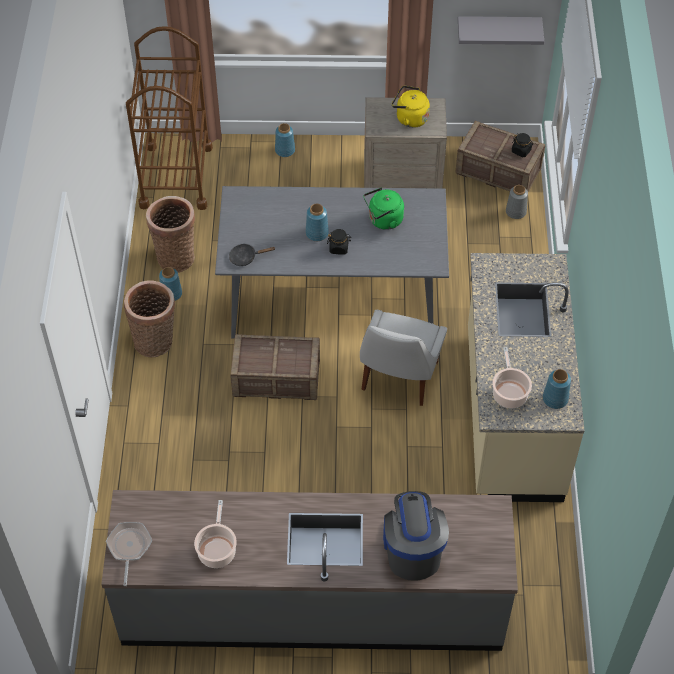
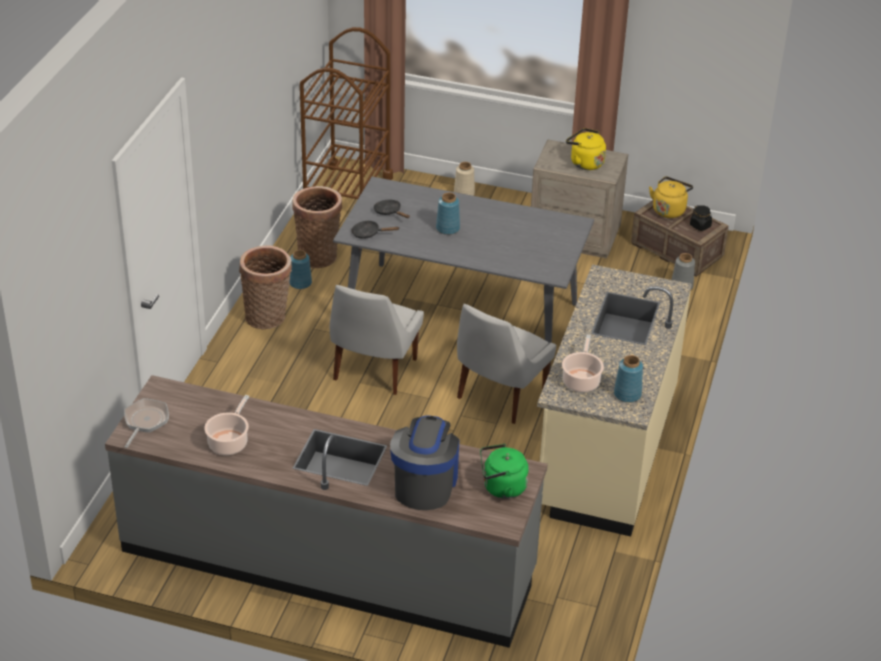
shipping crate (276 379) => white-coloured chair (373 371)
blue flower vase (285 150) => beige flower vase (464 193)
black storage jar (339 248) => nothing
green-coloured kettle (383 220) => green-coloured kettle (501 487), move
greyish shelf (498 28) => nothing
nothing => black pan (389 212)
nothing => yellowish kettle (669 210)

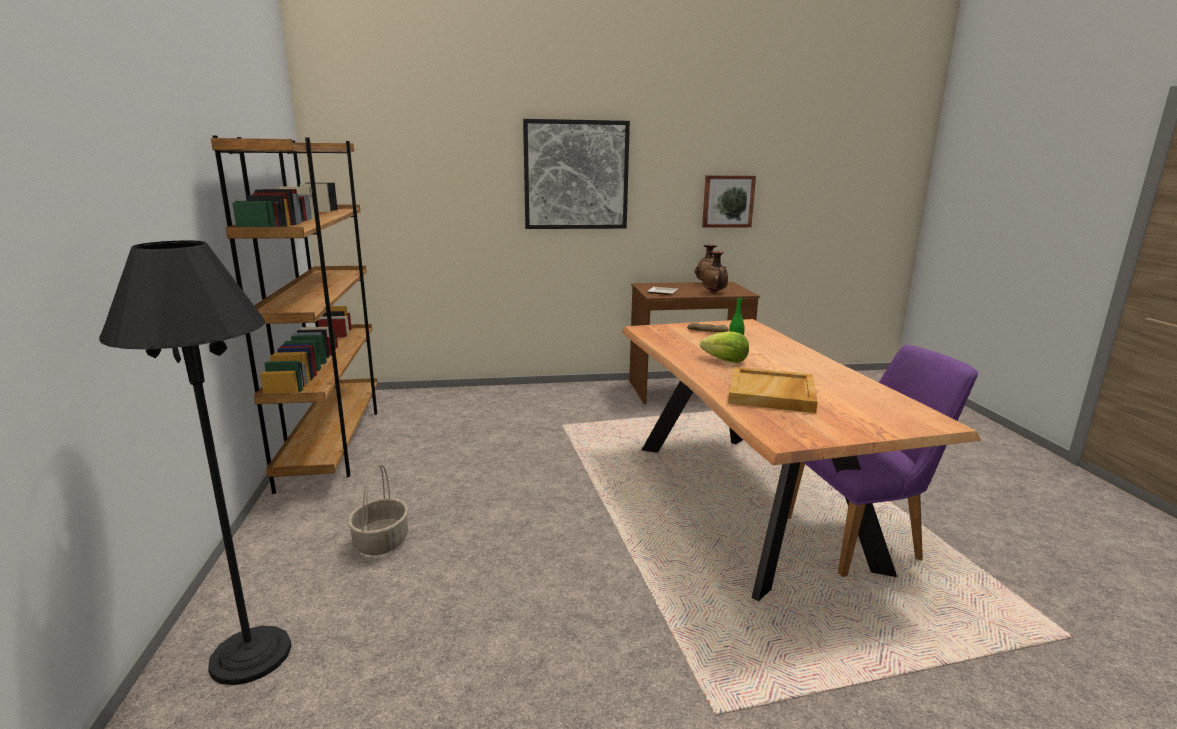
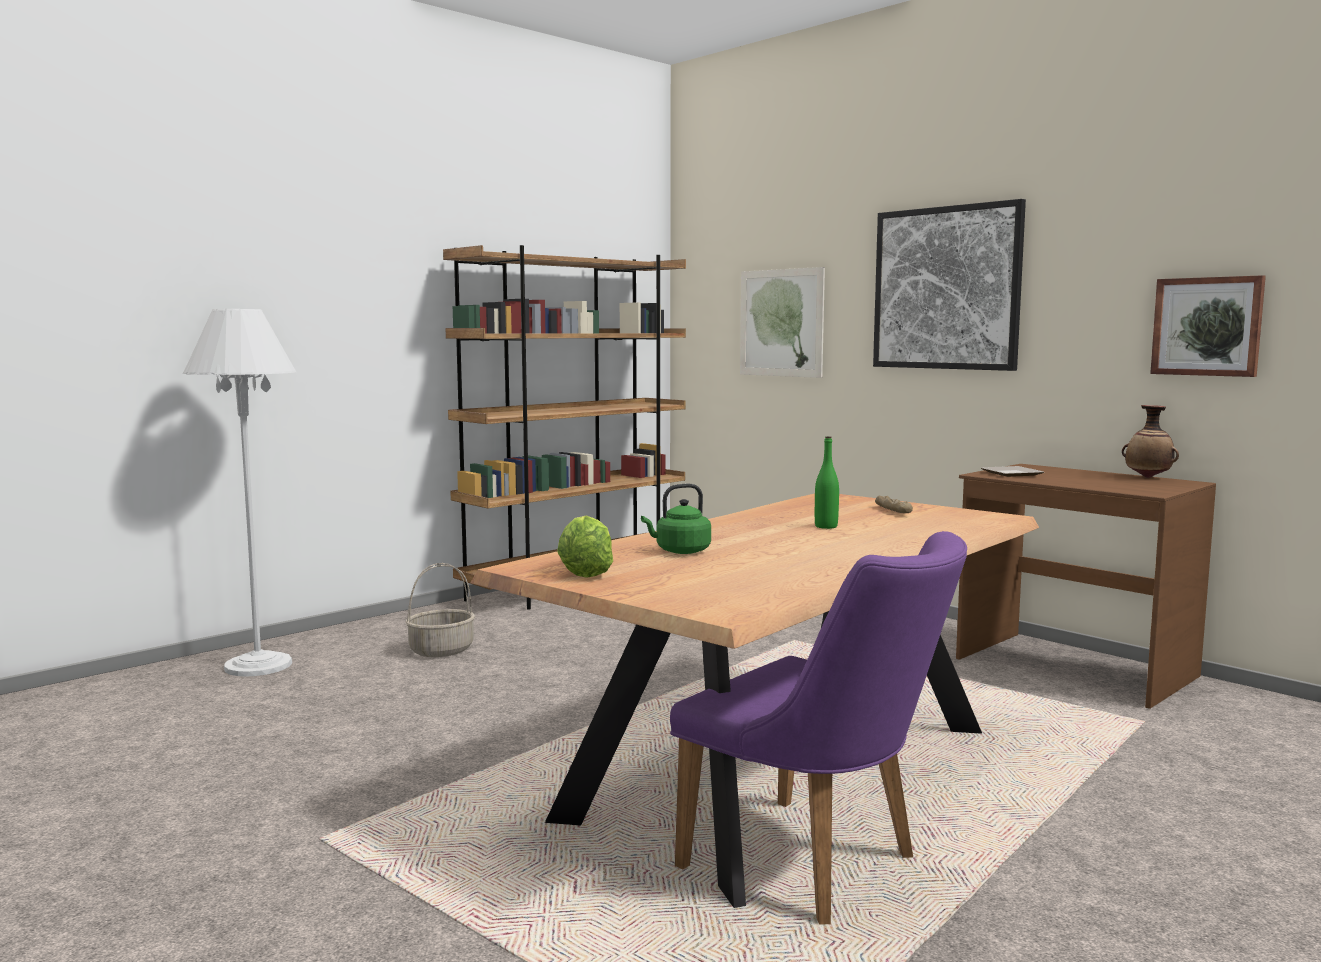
black standard lamp (250 655) => white-coloured standard lamp (258 665)
lettuce head (725 360) => lettuce head (585 572), move
flower vase (714 292) => nothing
beige tray (772 394) => green-coloured kettle (680 551)
nothing => wall art (781 323)

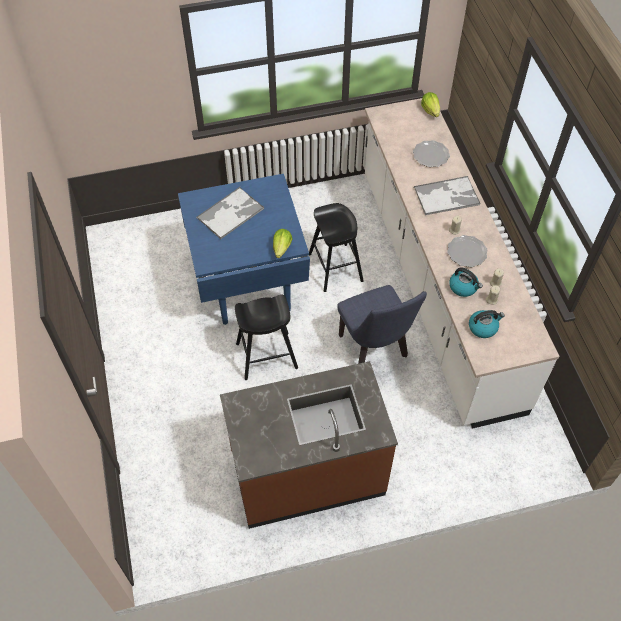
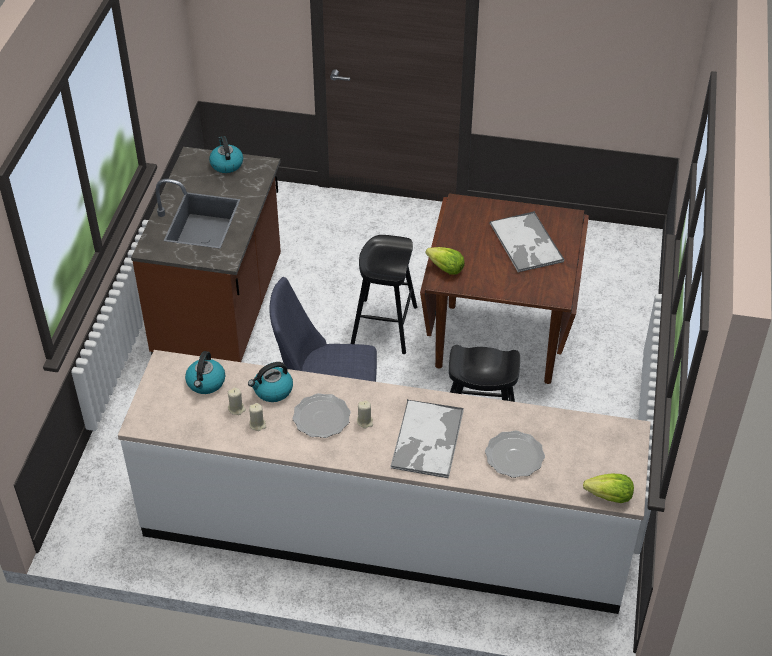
blue kitchen table (247 283) => brown-coloured kitchen table (498 342)
nothing => kettle (226 164)

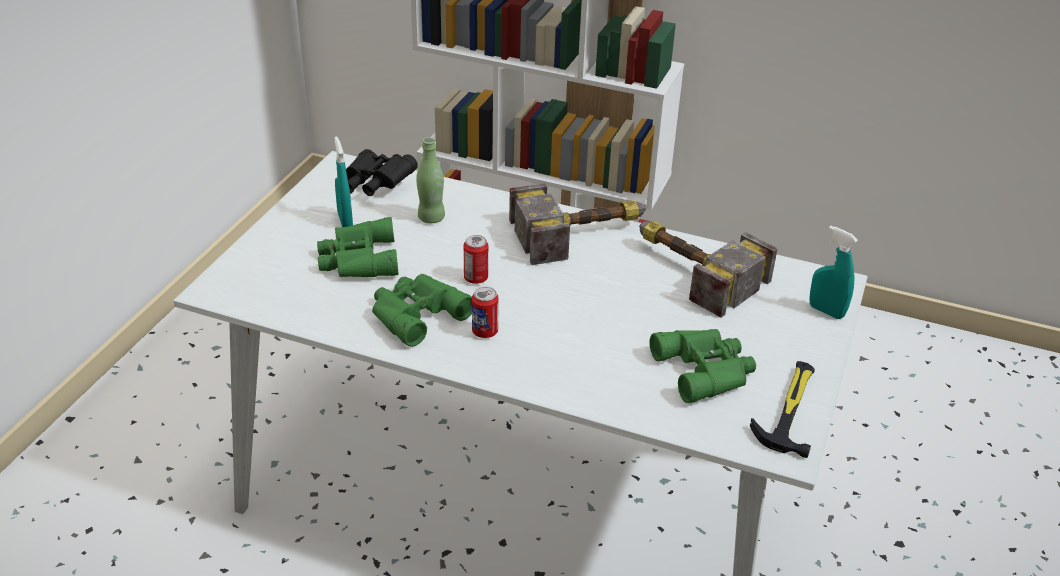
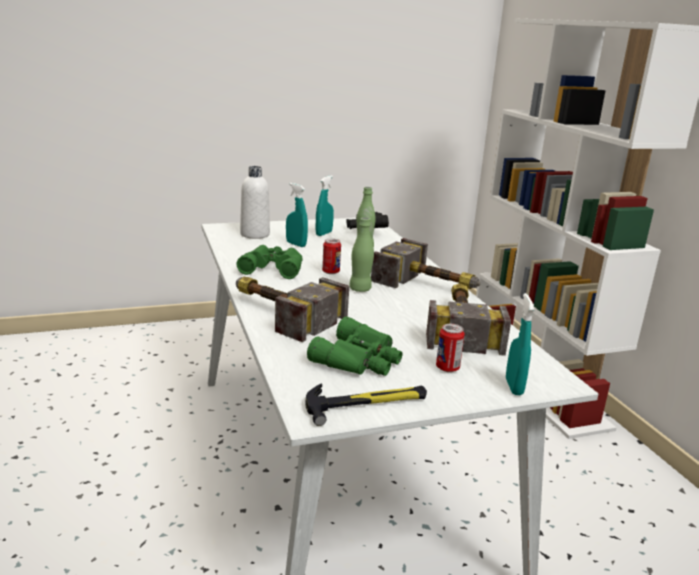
green-coloured pair of binoculars (357 259) => turquoise spray bottle (296 244)
sealed can (485 332) => sealed can (447 368), move
nothing => tool hammer (279 312)
nothing => white-coloured beverage bottle (255 234)
nothing => green-coloured beverage bottle (360 289)

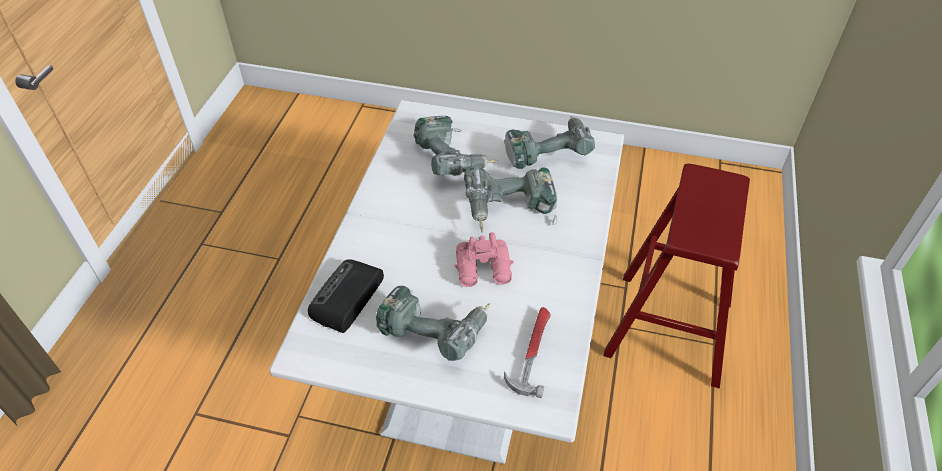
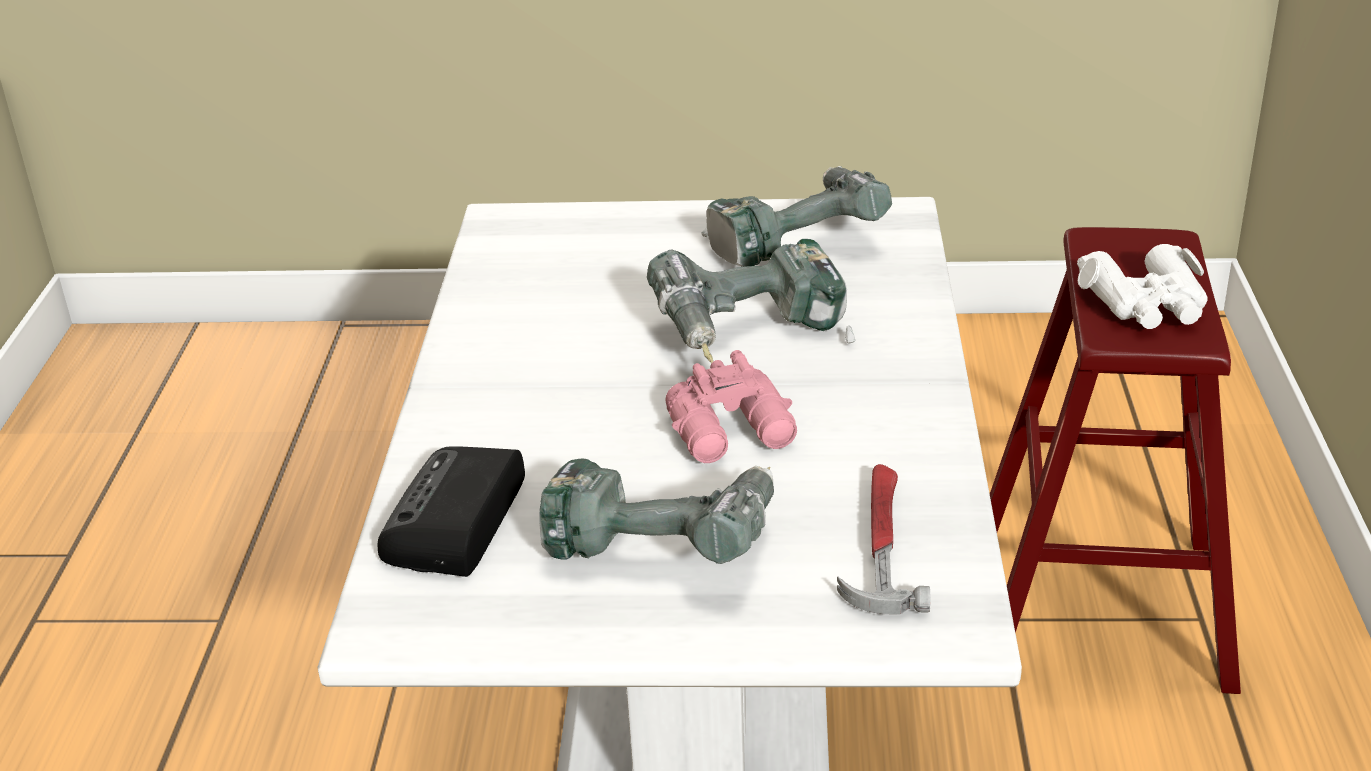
drill (452 160) => nothing
nothing => white-coloured pair of binoculars (1146 303)

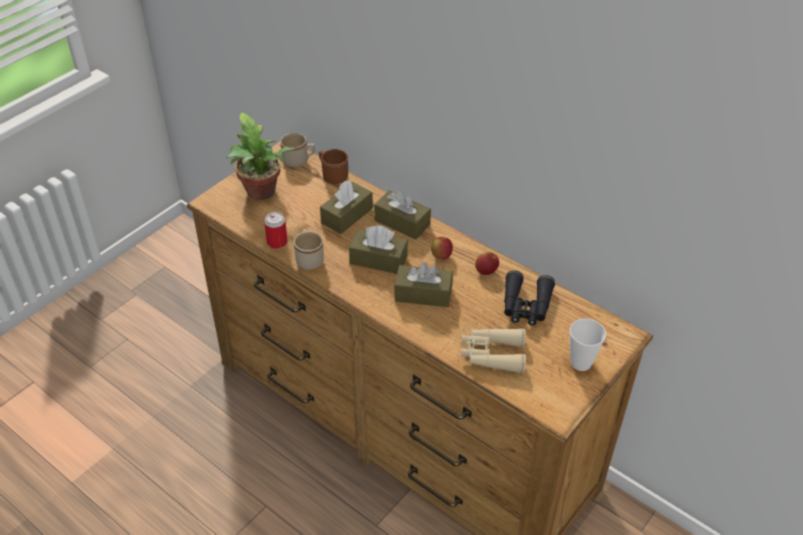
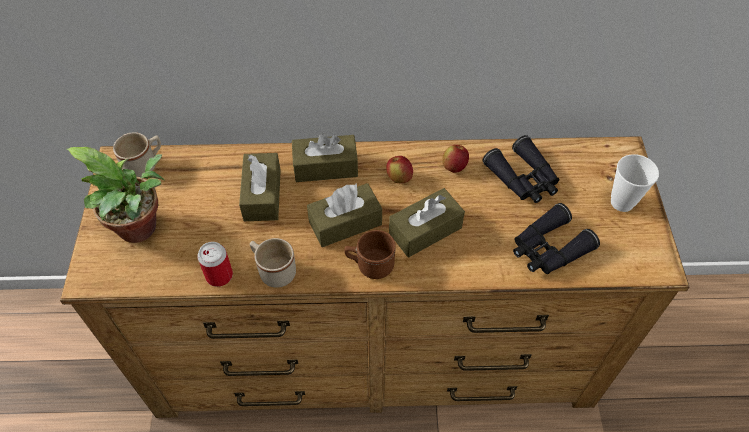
brown-coloured coffee mug (332 175) => brown-coloured coffee mug (370 265), move
beige pair of binoculars (492 354) => black pair of binoculars (548 249)

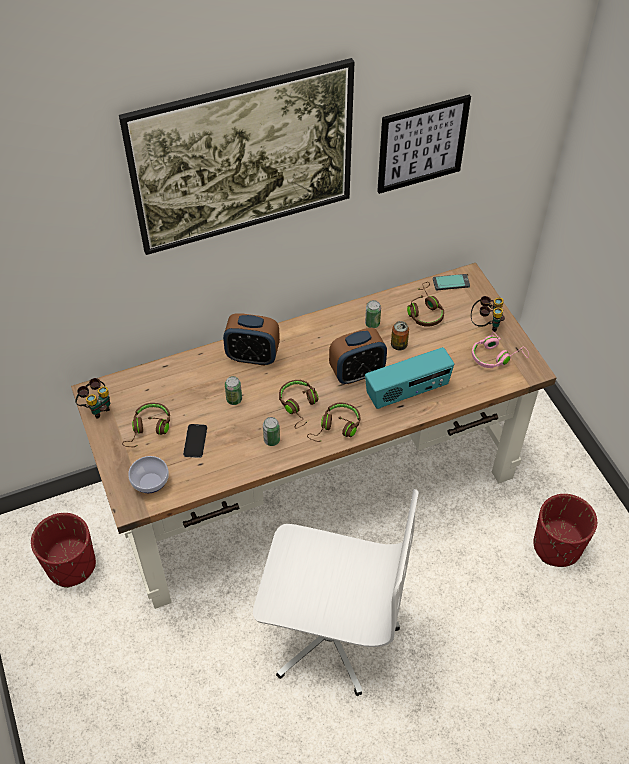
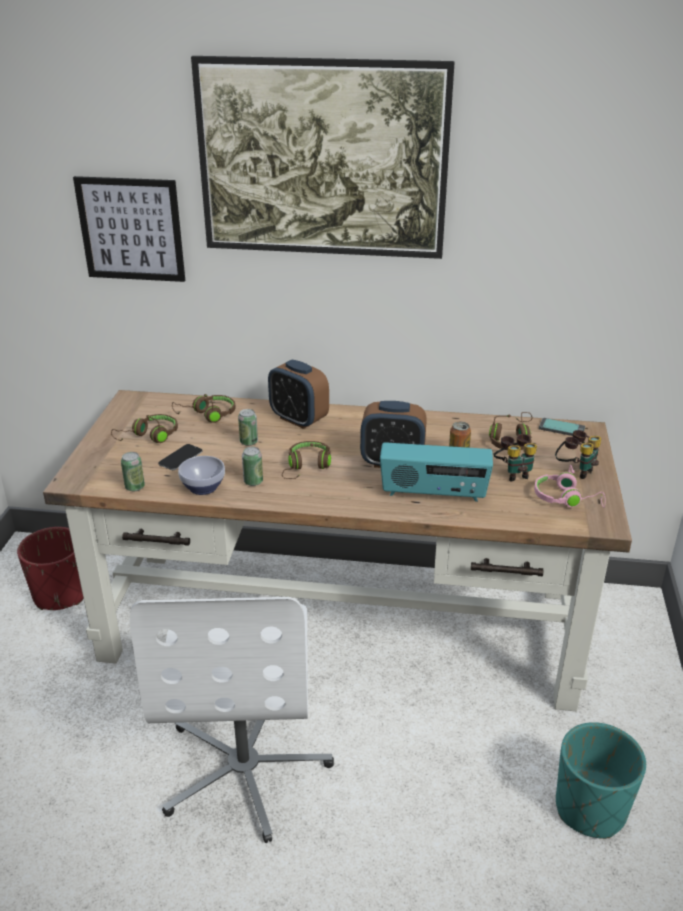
pair of binoculars (97 407) => pair of binoculars (513 473), move
bowl (150 484) => bowl (202 488), move
white-coloured desk chair (330 633) => white-coloured desk chair (245 767), 45 degrees clockwise
brown-coloured headset (336 428) => brown-coloured headset (207 415), move
sealed can (372 323) => sealed can (135 487), move
wall art (422 144) => wall art (131 229), move
red planter (557 546) => turquoise planter (590 809)

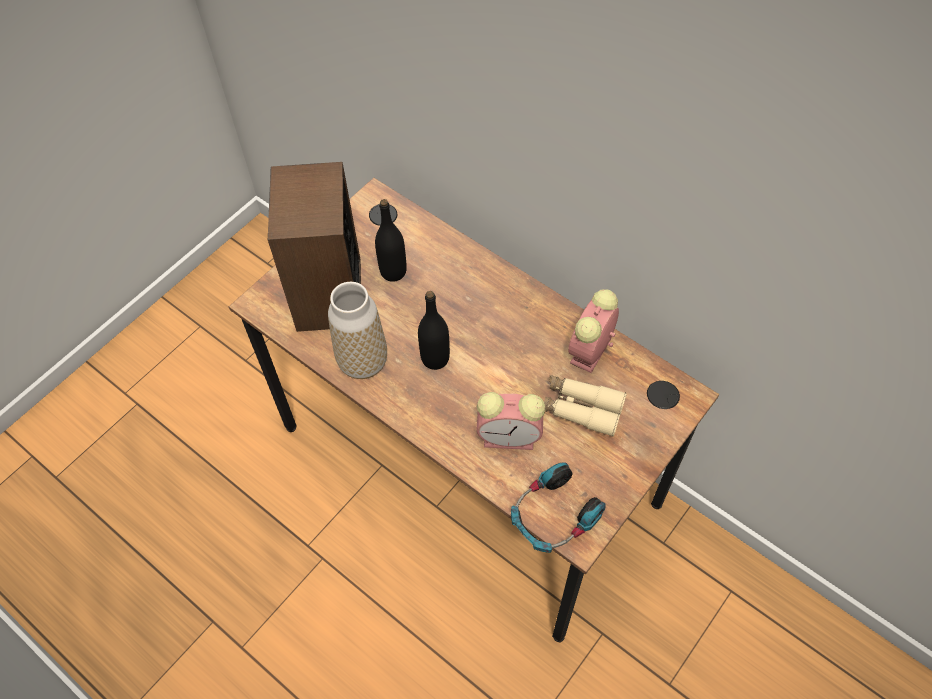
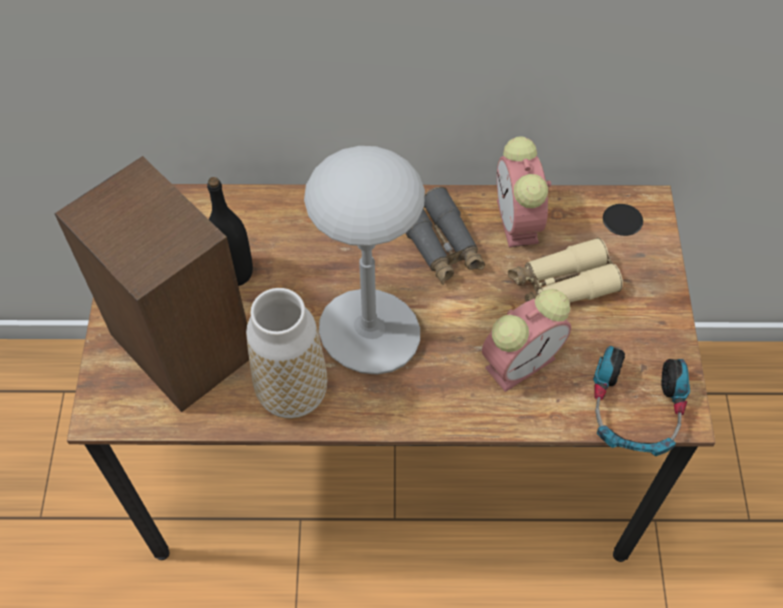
black beverage bottle (435 358) => greyish tabletop lamp (369 335)
nothing => greyish pair of binoculars (440 244)

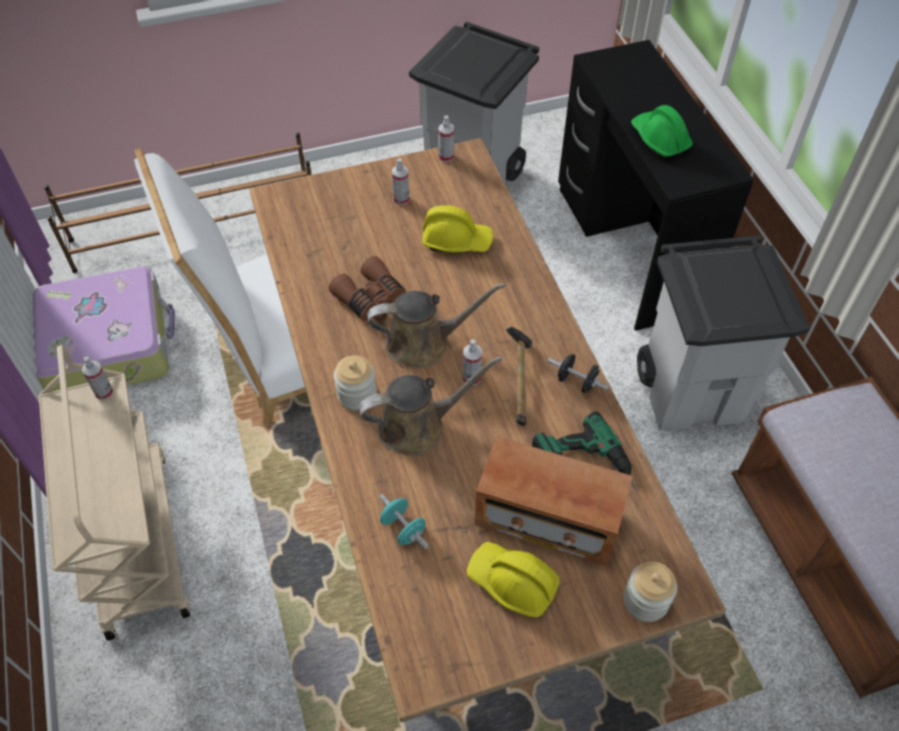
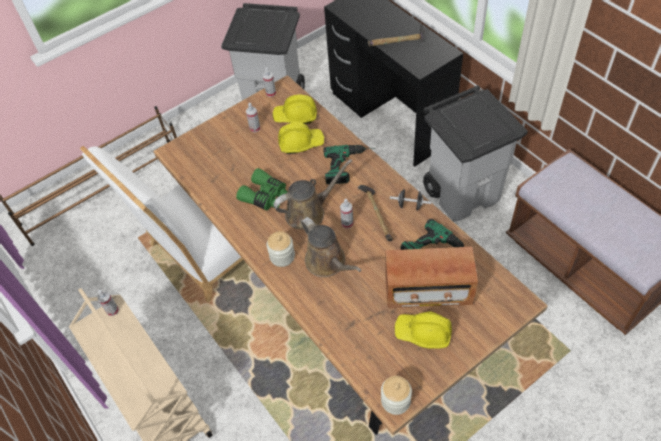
travel case (109 344) => nothing
brown-coloured pair of binoculars (372 300) => green-coloured pair of binoculars (265 196)
brown-coloured watering can (418 426) => brown-coloured watering can (328 262), 90 degrees clockwise
turquoise dumbbell (403 529) => nothing
storage jar (645 601) => storage jar (395 401), move
green-coloured safety helmet (659 139) => tool hammer (398 44)
nothing => yellowish safety helmet (295 116)
nothing => drill (350 165)

